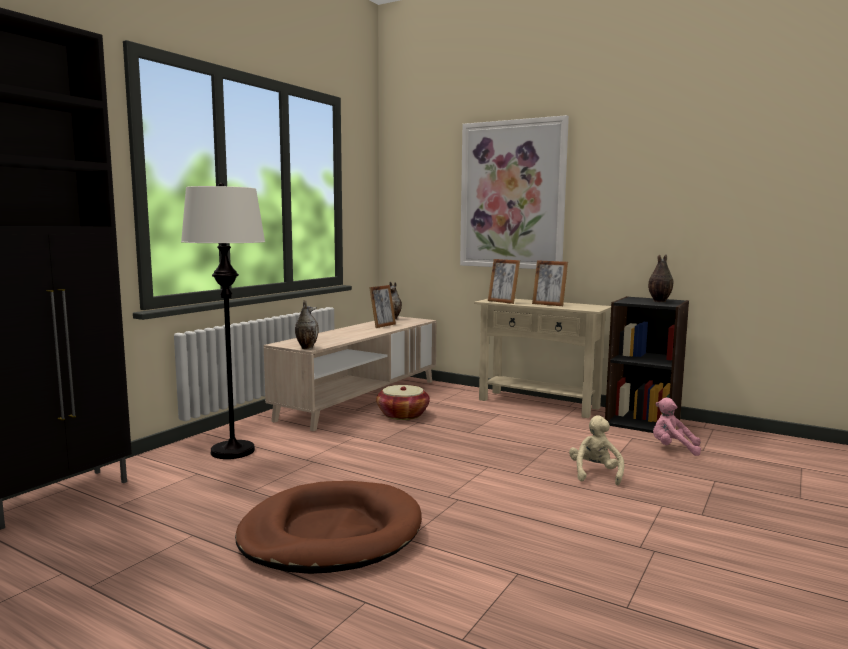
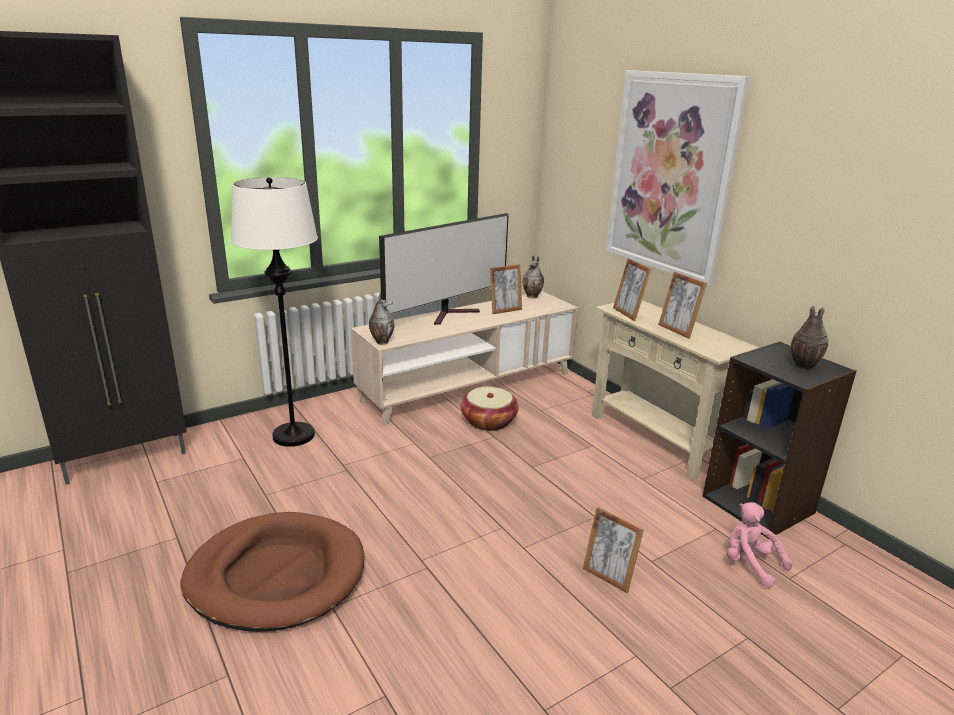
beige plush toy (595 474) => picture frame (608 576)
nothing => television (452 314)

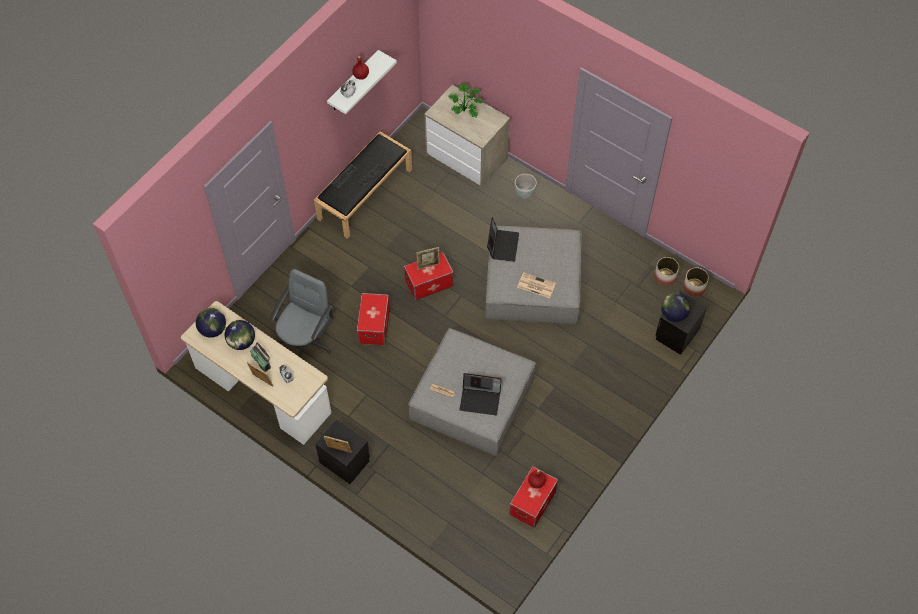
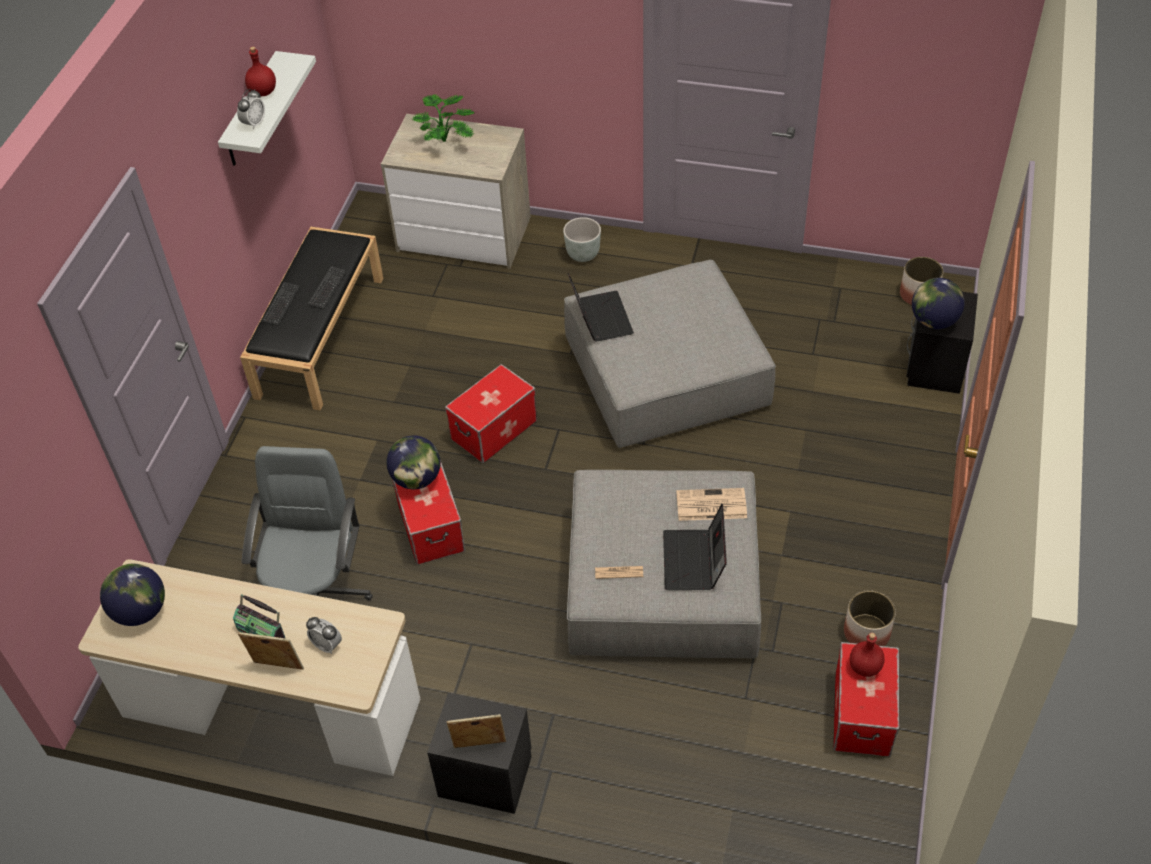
globe (241 342) => globe (416 479), move
picture frame (428 265) => nothing
notebook computer (480 399) => notebook computer (694 562), 105 degrees clockwise
daily paper (535 285) => daily paper (710 505), move
planter (665 277) => planter (867 633), move

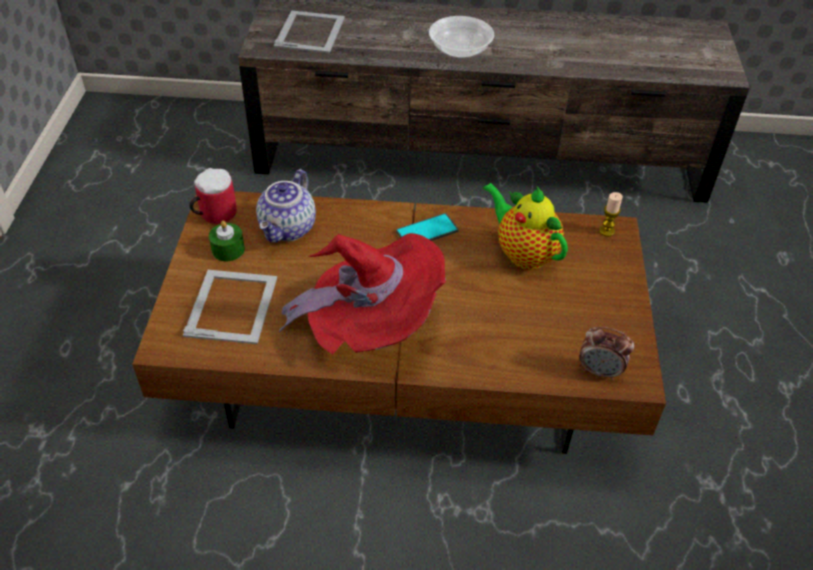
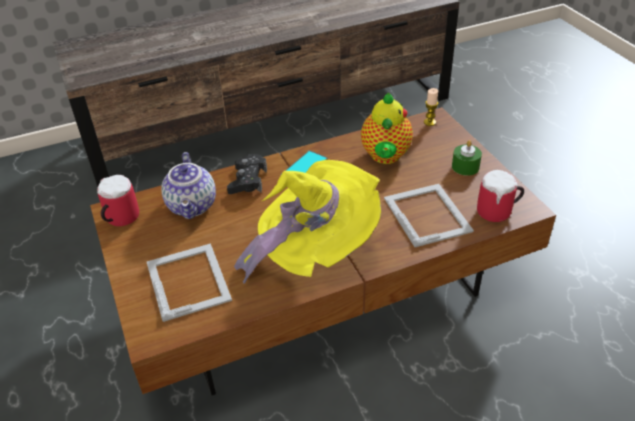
green-coloured wax candle (228 249) => green-coloured wax candle (465 167), move
picture frame (310 31) => picture frame (427 213), move
red wearable hat (371 326) => yellowish wearable hat (314 249)
bowl (460 51) => nothing
teapot (523 253) => teapot (385 157), 105 degrees counterclockwise
bedside clock (600 371) => coffee mug (498 212)
nothing => black gamepad (248 180)

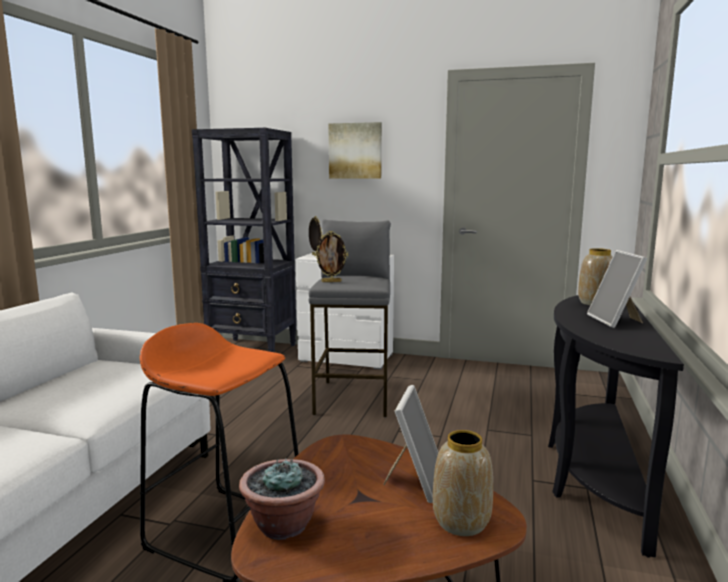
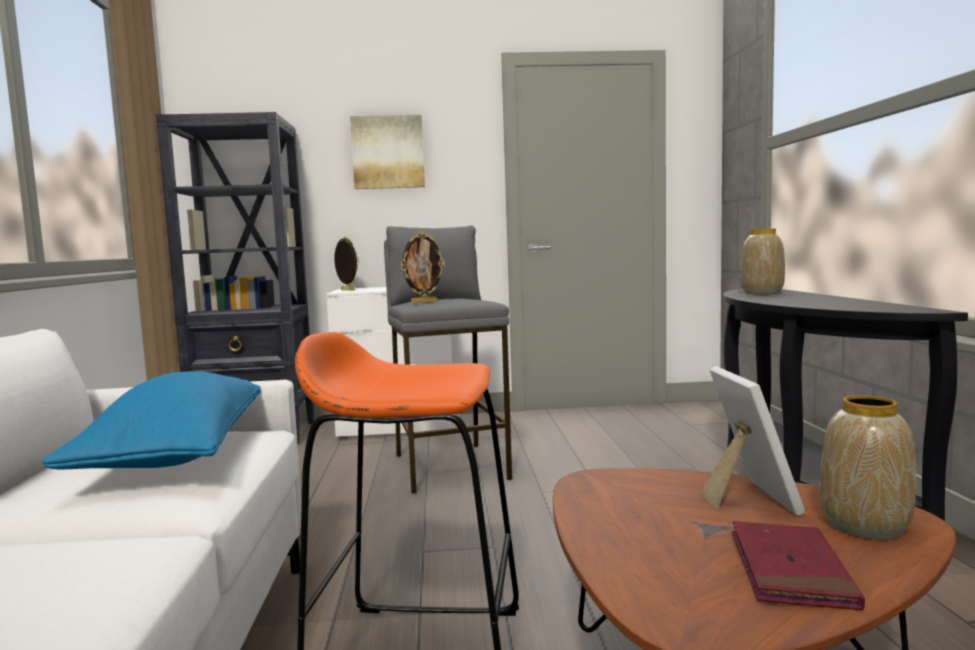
houseplant (283 525) => nothing
picture frame (616 321) => nothing
nothing => blue cushion (176 455)
nothing => red book (790 570)

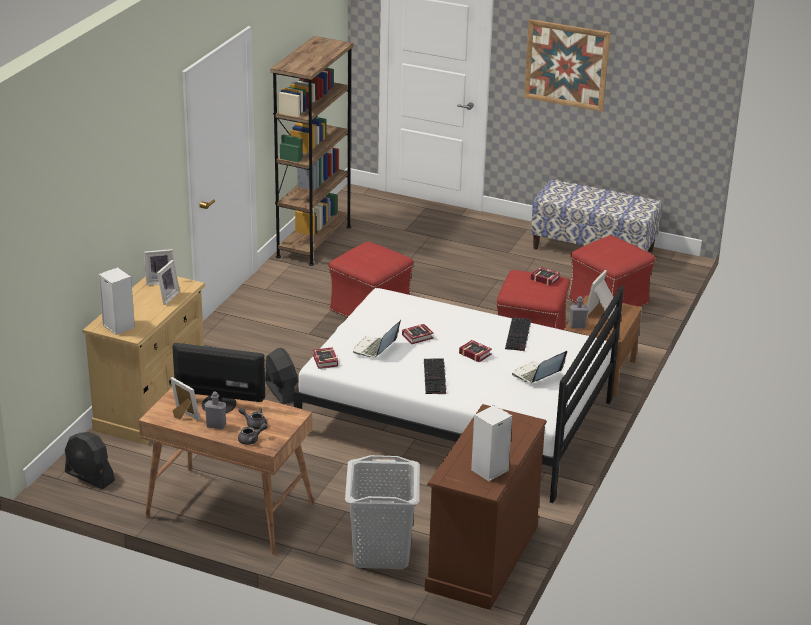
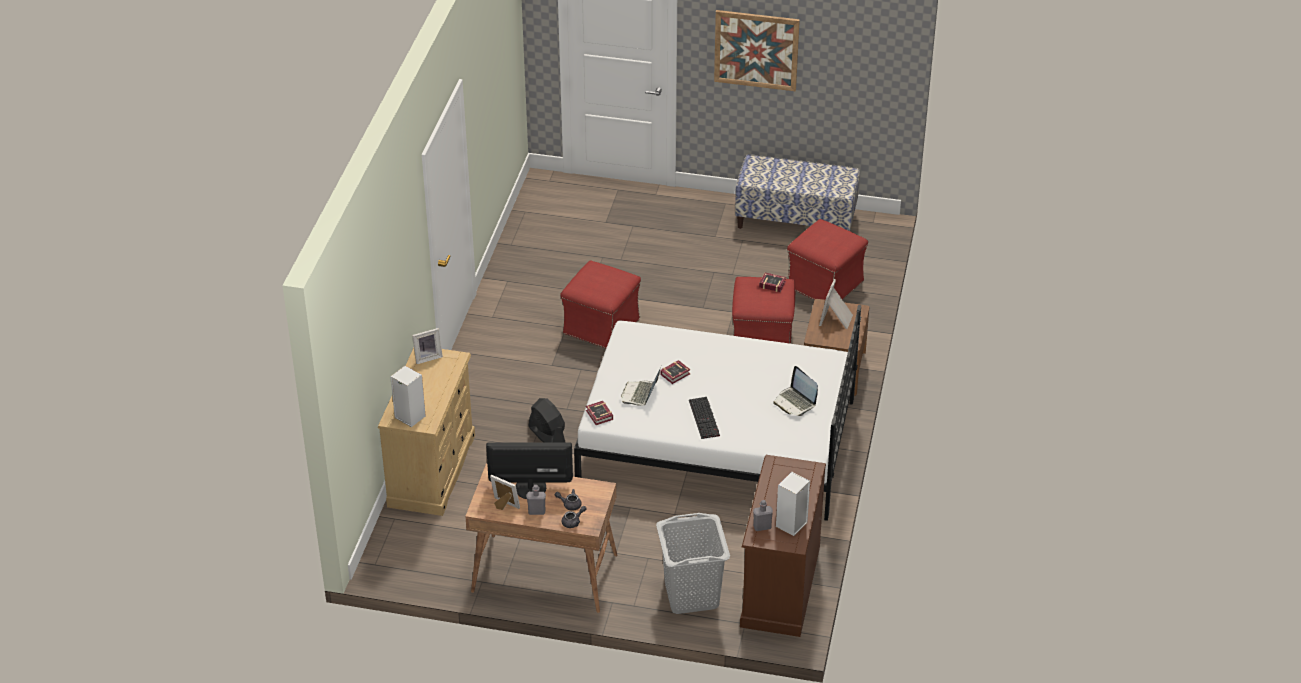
black electric fan (89 477) => nothing
picture frame (167 297) => nothing
brown-coloured shelving unit (314 241) => nothing
book (474 353) => nothing
PC keyboard (519 335) => nothing
notebook computer (537 375) => notebook computer (795 402), 75 degrees counterclockwise
greyish beverage bottle (577 326) => greyish beverage bottle (762 527), move

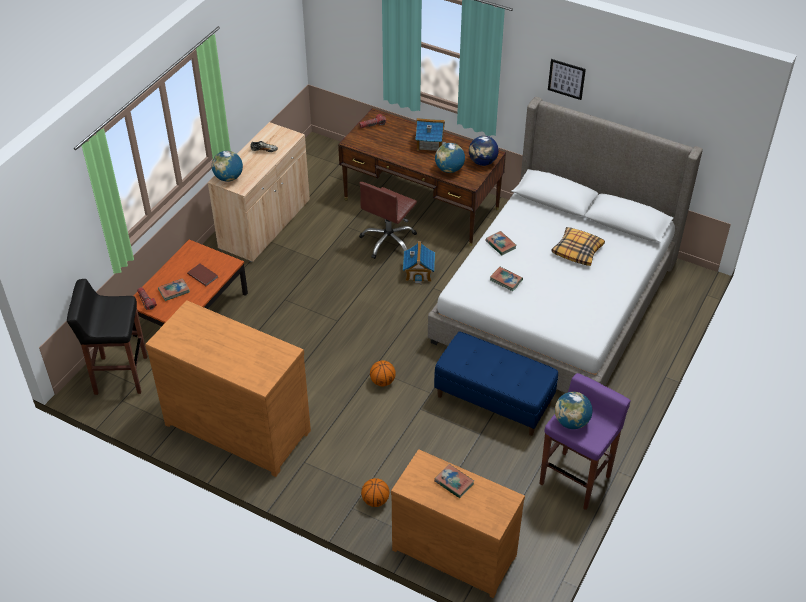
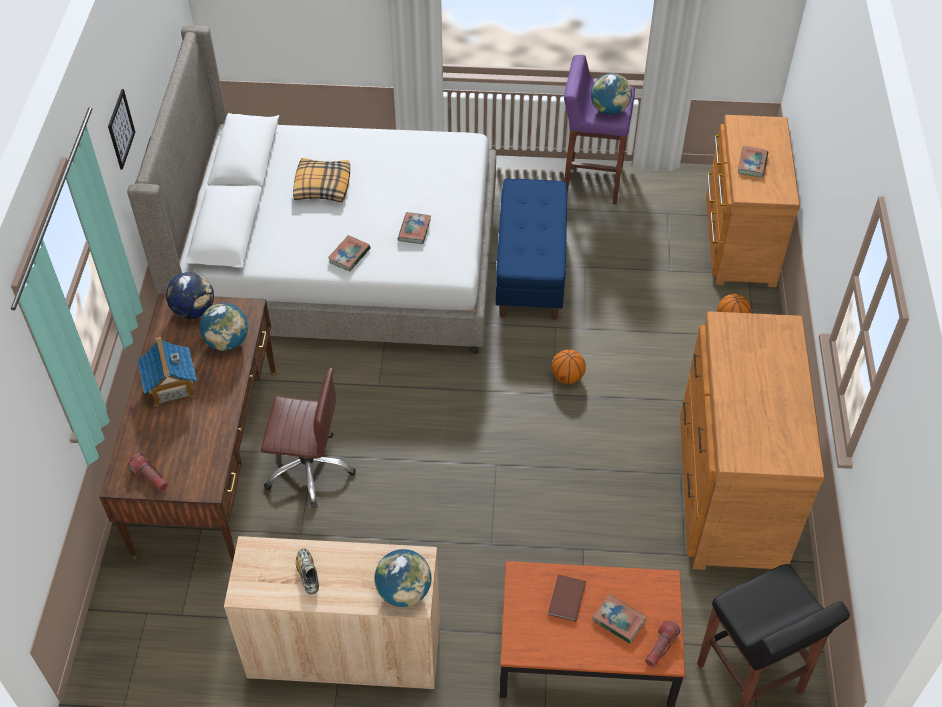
toy house (418 272) => nothing

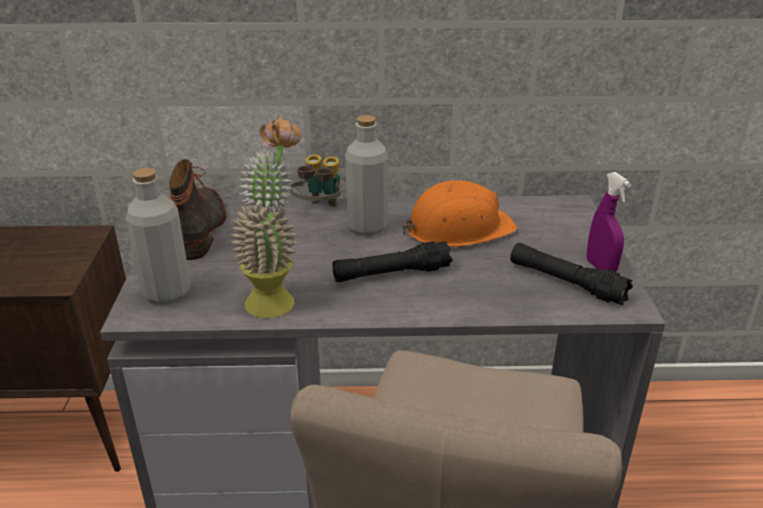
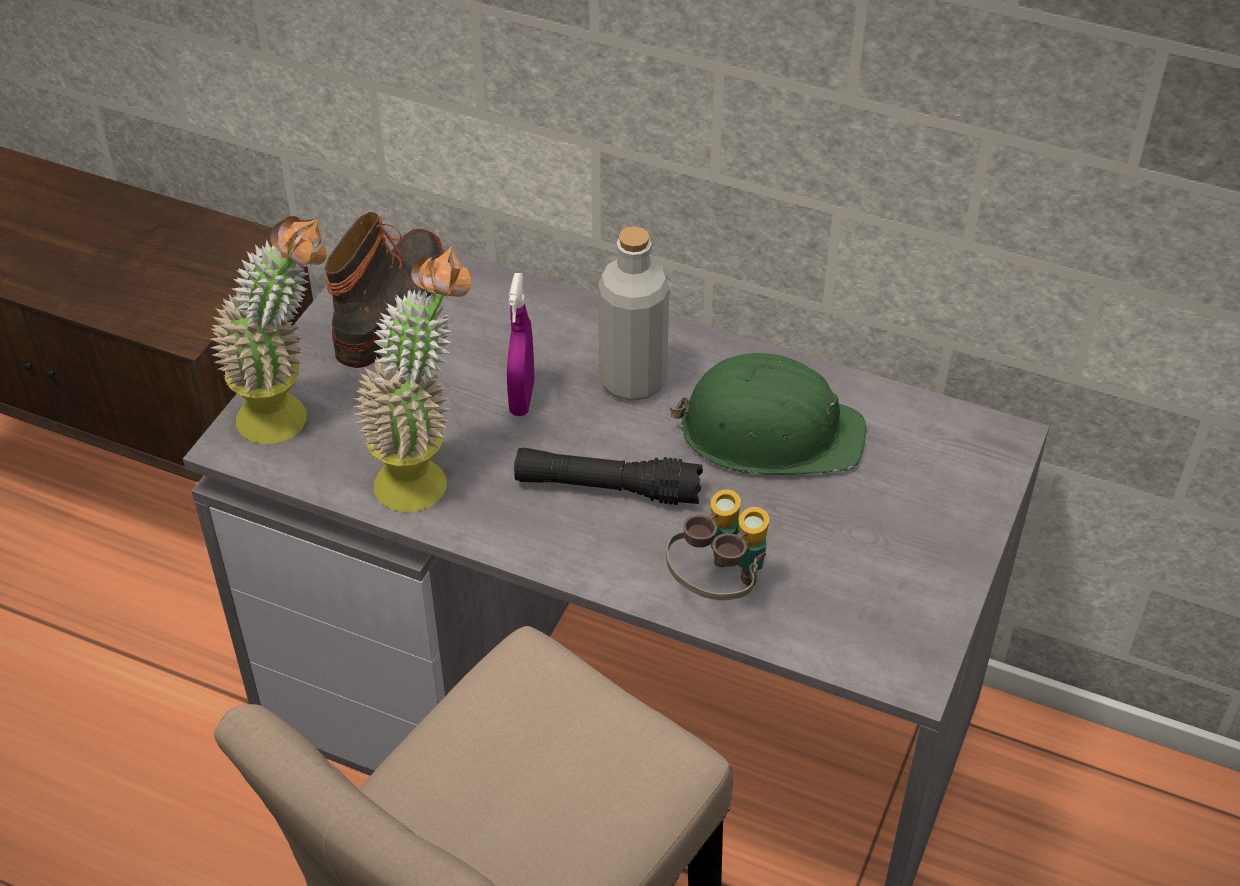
greyish beverage bottle (167 292) => houseplant (291 418)
pair of binoculars (319 210) => pair of binoculars (718 587), move
orange-coloured safety helmet (458 229) => green-coloured safety helmet (769 431)
black flashlight (566 283) => nothing
purplish spray bottle (600 268) => purplish spray bottle (522 398), move

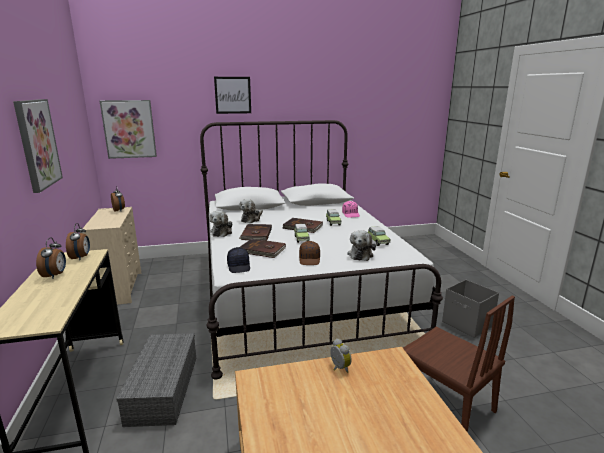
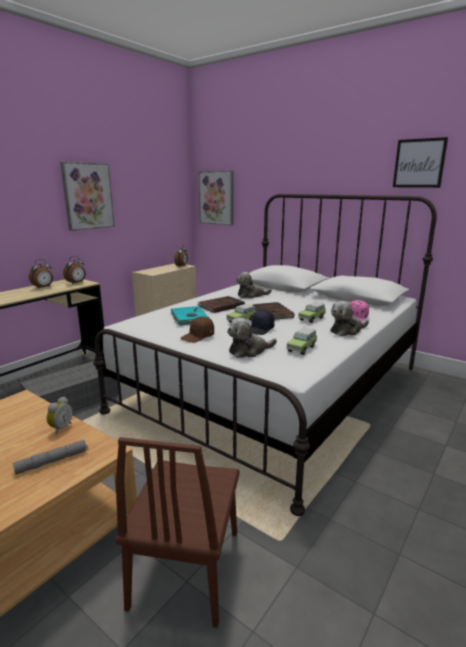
plush toy (222 232) => plush toy (347 330), move
wall art (233 95) => wall art (419 163), move
black baseball cap (239 266) => black baseball cap (260 329), move
brown-coloured book (262 250) => turquoise book (188 318)
greyish storage box (467 324) => nothing
nothing => greyish flashlight (52 461)

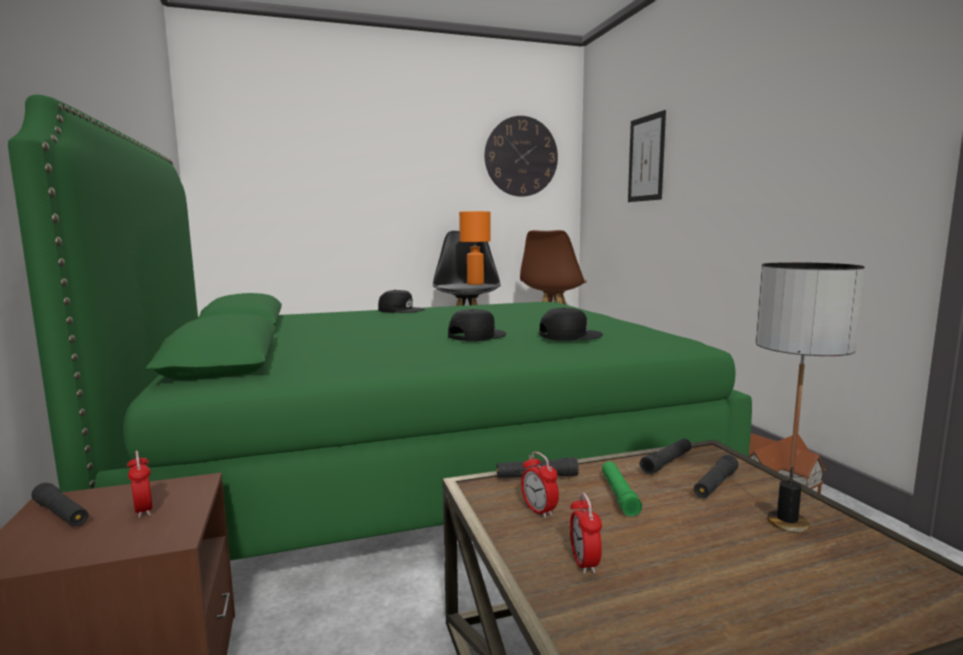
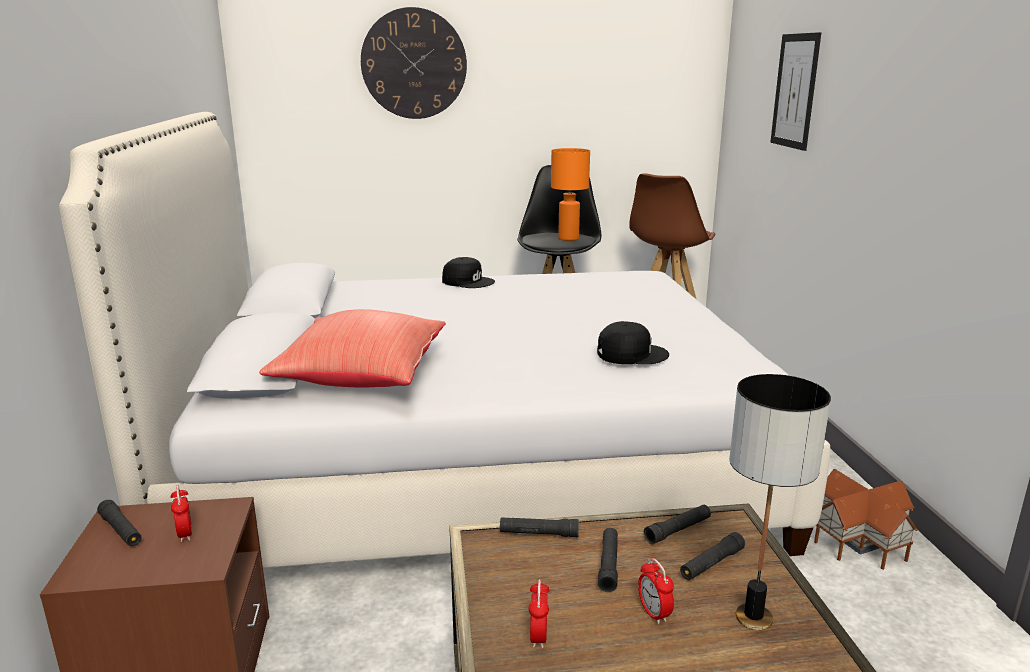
green-coloured bed (420 465) => white-coloured bed (473 466)
black baseball cap (476 335) => nothing
clock on the wall (521 156) => clock on the wall (414 64), move
bedside clock (539 510) => bedside clock (654 613), move
green-coloured flashlight (619 495) => black flashlight (608 565)
nothing => red cushion (361 377)

